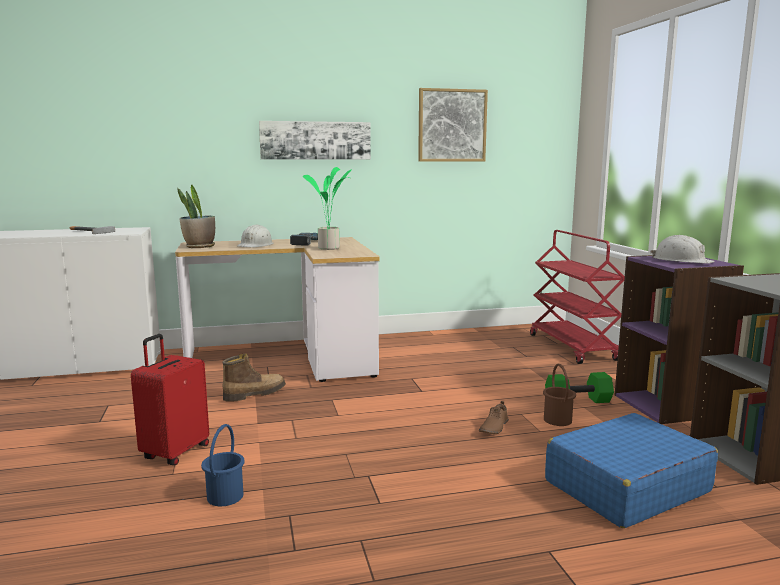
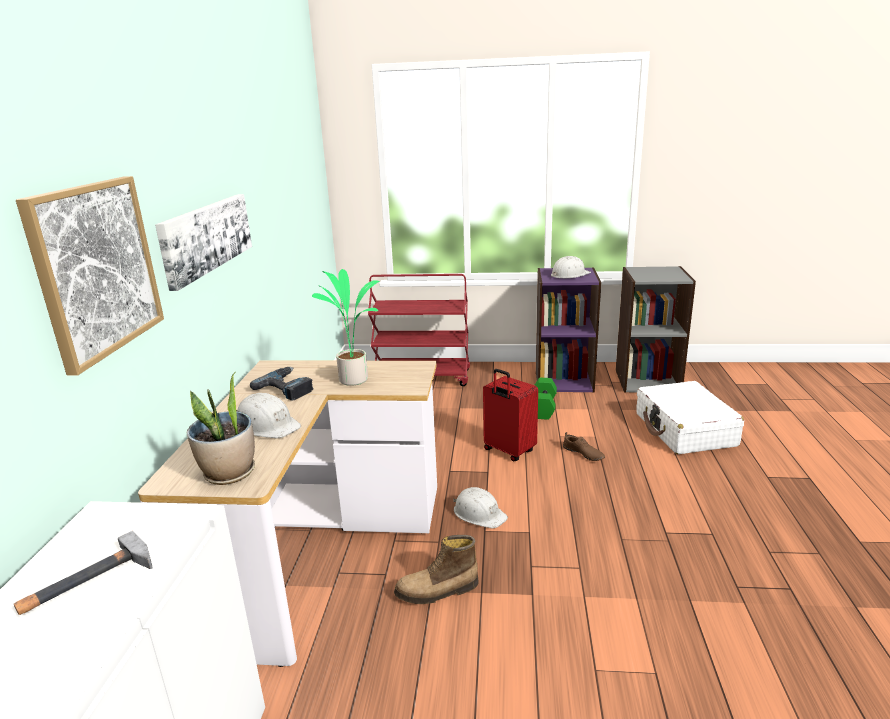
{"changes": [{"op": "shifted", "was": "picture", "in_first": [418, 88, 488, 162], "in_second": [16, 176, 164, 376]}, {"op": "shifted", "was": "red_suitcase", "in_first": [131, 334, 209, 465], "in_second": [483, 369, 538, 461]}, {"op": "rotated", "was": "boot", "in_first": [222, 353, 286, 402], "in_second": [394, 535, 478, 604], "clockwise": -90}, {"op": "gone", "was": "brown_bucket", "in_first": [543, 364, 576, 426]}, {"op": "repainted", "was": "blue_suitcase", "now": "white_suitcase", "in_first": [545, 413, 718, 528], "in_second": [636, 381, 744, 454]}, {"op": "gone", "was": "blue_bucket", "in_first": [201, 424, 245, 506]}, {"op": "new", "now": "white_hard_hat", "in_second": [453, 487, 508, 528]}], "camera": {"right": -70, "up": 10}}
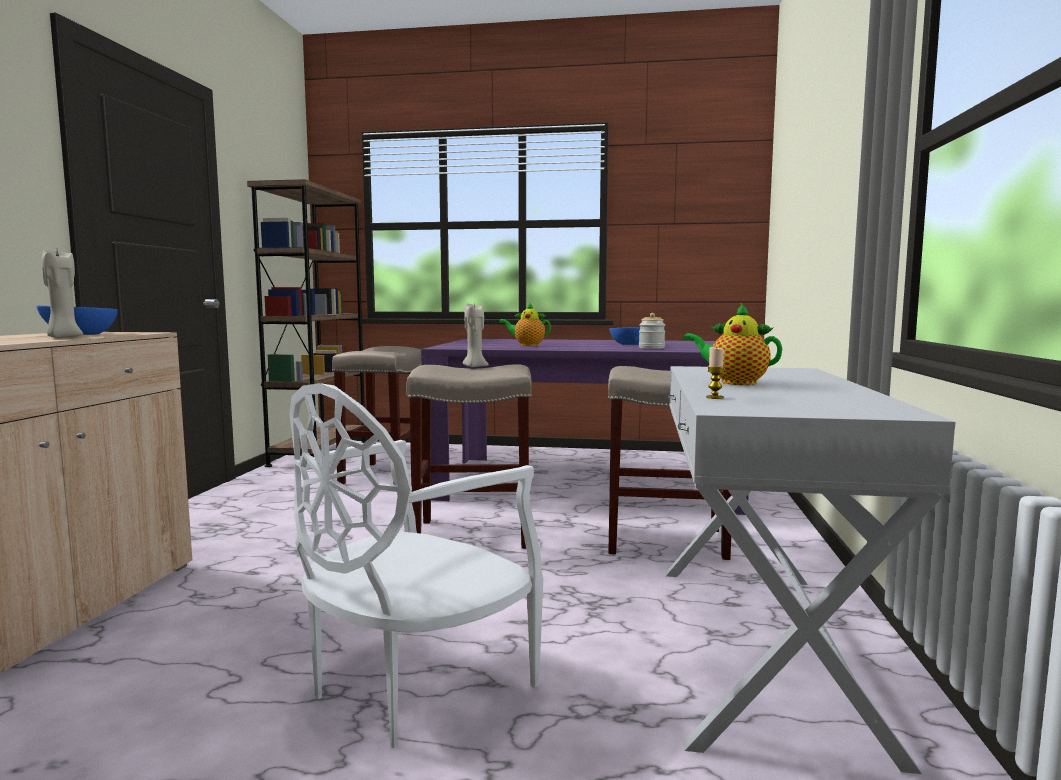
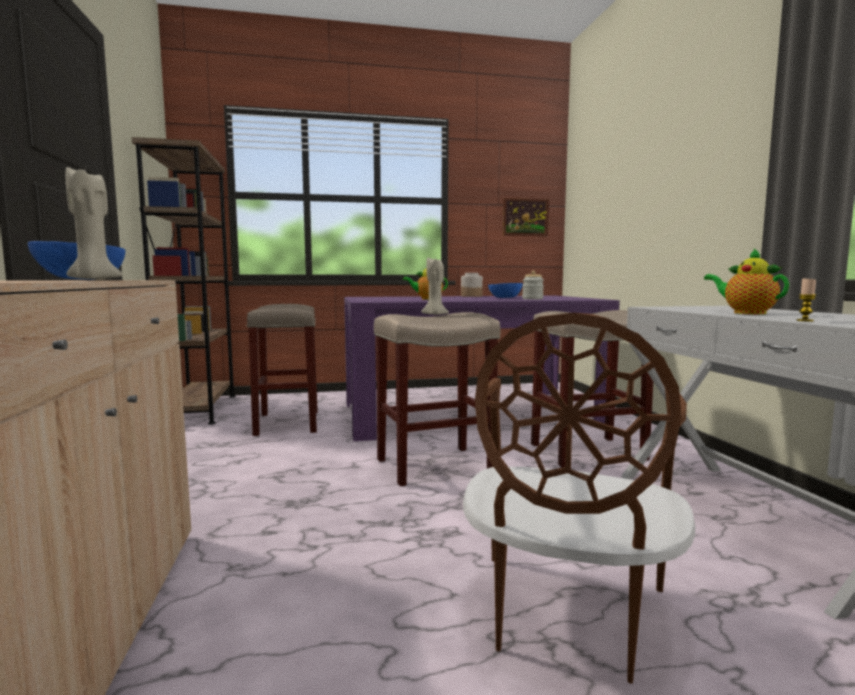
{"changes": [{"op": "rotated", "was": "teapot", "in_first": [683, 303, 782, 385], "in_second": [704, 249, 789, 314], "clockwise": 45}, {"op": "repainted", "was": "white_chair", "now": "brown_chair", "in_first": [289, 383, 543, 748], "in_second": [463, 313, 695, 684]}, {"op": "new", "now": "picture", "in_second": [503, 198, 549, 236]}, {"op": "new", "now": "jar", "in_second": [461, 273, 483, 297]}], "camera": {"right": -20, "up": 0}}
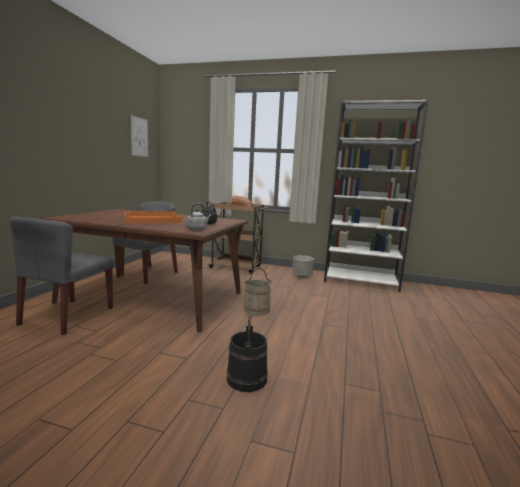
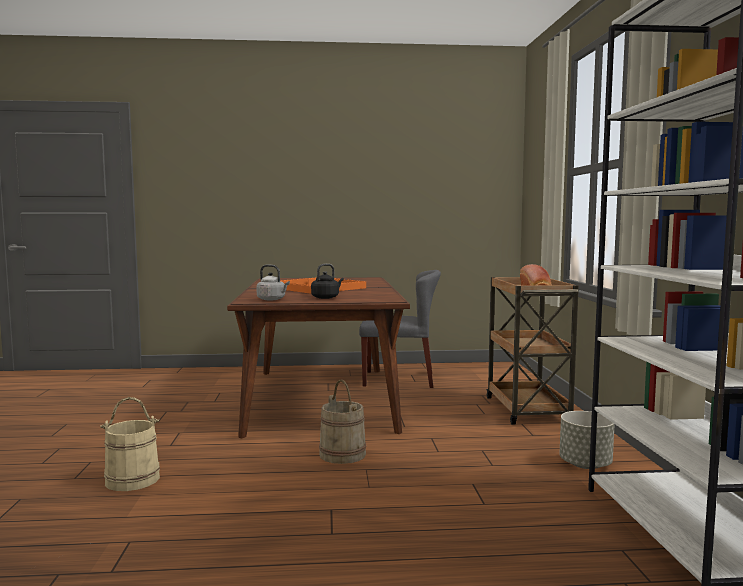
{"changes": [{"op": "gone", "was": "picture", "in_first": [131, 115, 148, 157]}, {"op": "gone", "was": "grey_chair", "in_first": [9, 217, 114, 335]}, {"op": "repainted", "was": "black_bucket", "now": "beige_bucket", "in_first": [227, 316, 268, 392], "in_second": [100, 397, 160, 491]}], "camera": {"right": 70, "up": -5}}
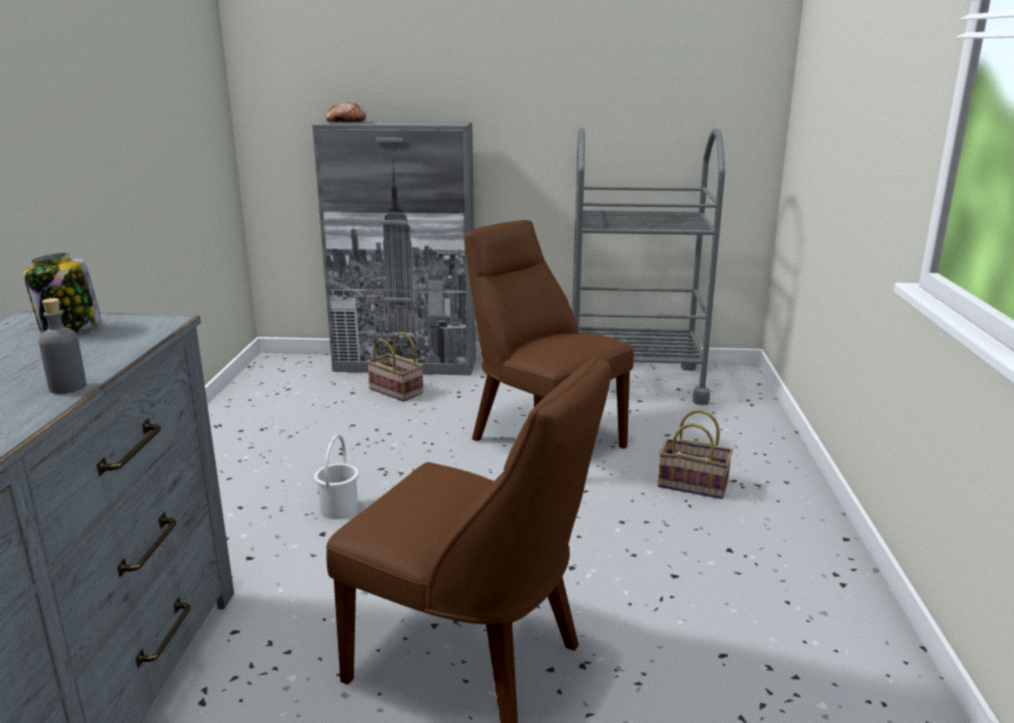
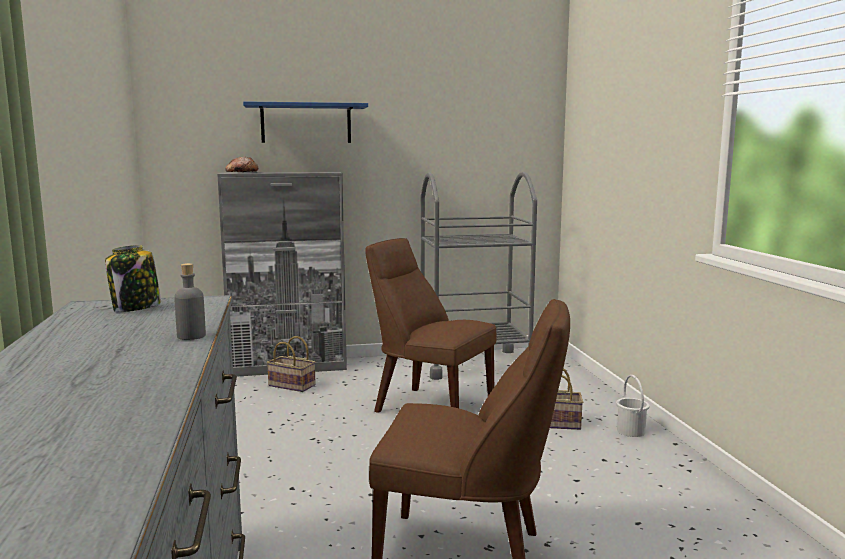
{"changes": [{"op": "shifted", "was": "white_bucket", "in_first": [314, 435, 359, 519], "in_second": [616, 375, 650, 437]}, {"op": "new", "now": "blue_shelf", "in_second": [243, 101, 368, 143]}], "camera": {"right": -15, "up": -10}}
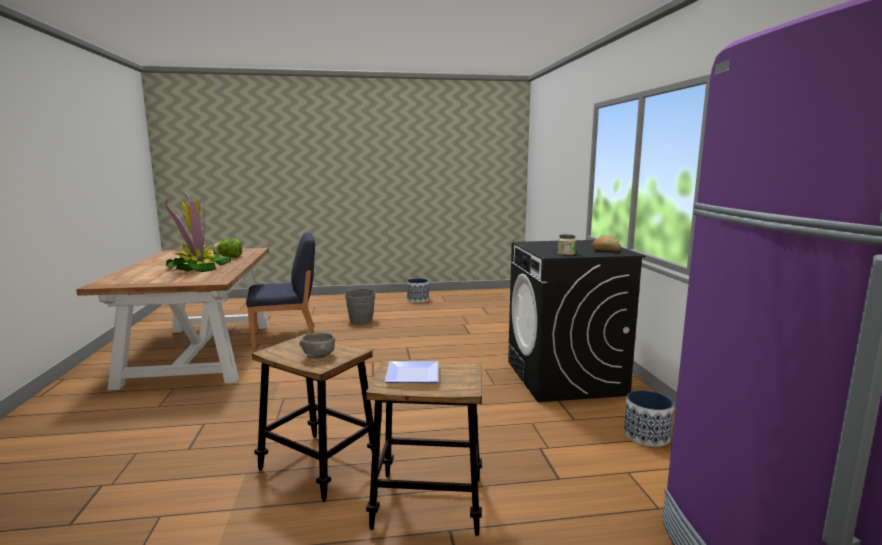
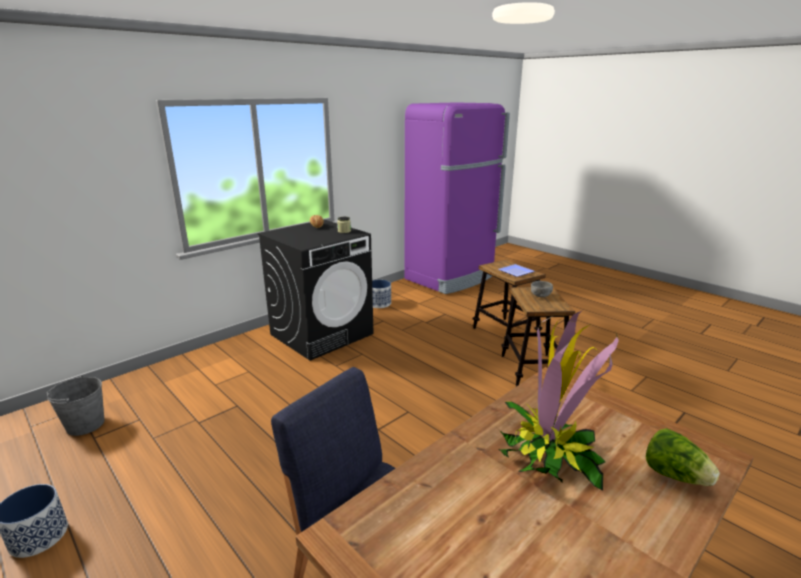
{"changes": [{"op": "shifted", "was": "lettuce", "in_first": [213, 238, 242, 258], "in_second": [646, 428, 720, 486]}, {"op": "shifted", "was": "grey_bucket", "in_first": [345, 289, 376, 324], "in_second": [47, 375, 105, 436]}], "camera": {"right": -125, "up": 10}}
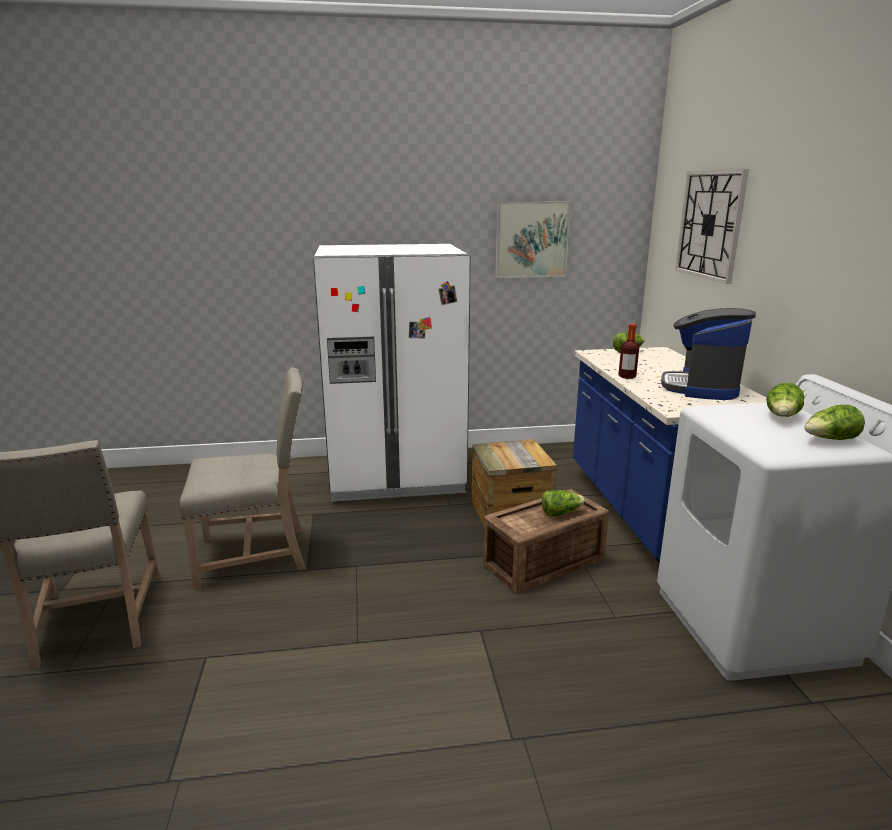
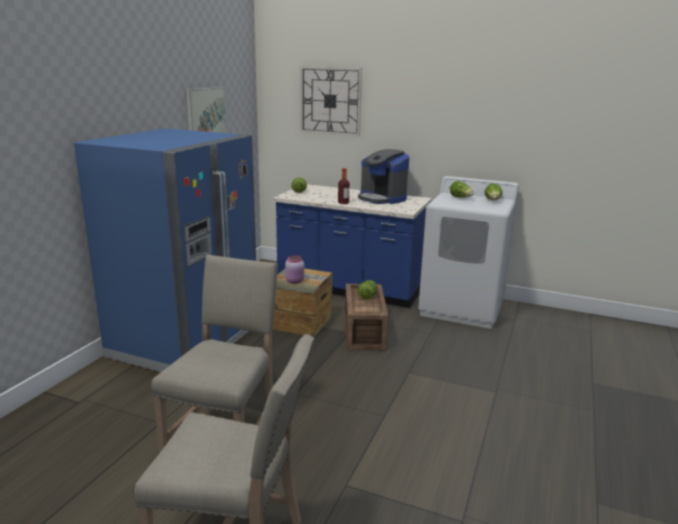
{"changes": [{"op": "repainted", "was": "white_fridge", "now": "blue_fridge", "in_first": [313, 244, 471, 502], "in_second": [74, 128, 256, 372]}, {"op": "new", "now": "pink_jar", "in_second": [285, 255, 304, 284]}], "camera": {"right": -60, "up": 0}}
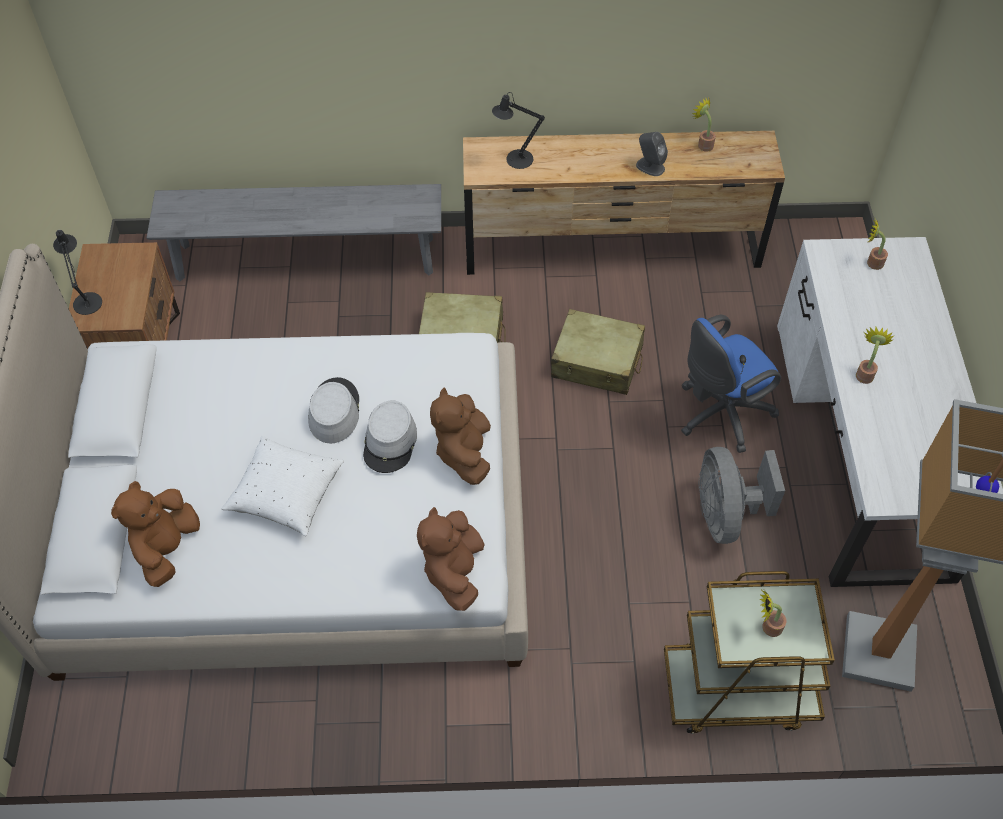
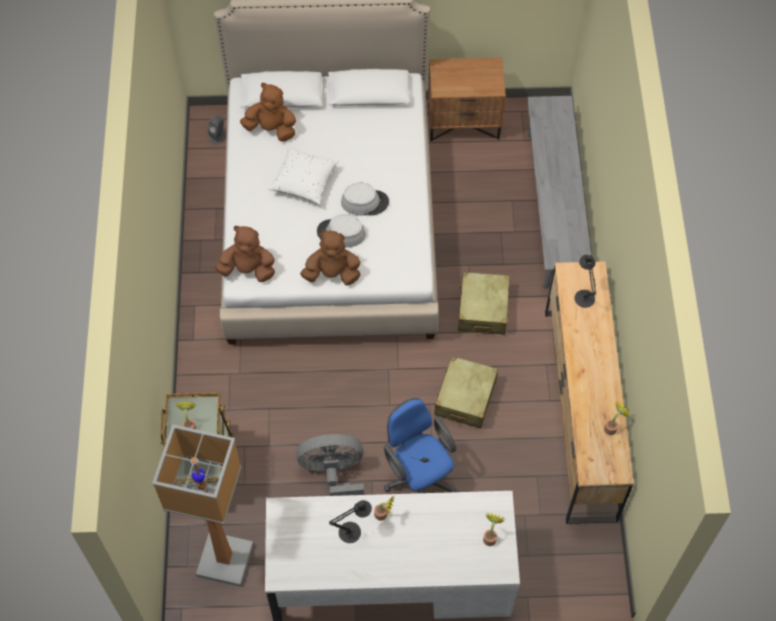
{"changes": [{"op": "shifted", "was": "grey_speaker", "in_first": [636, 132, 668, 176], "in_second": [207, 116, 226, 144]}, {"op": "shifted", "was": "black_table_lamp", "in_first": [53, 230, 102, 315], "in_second": [329, 500, 372, 543]}], "camera": {"right": 90, "up": 5}}
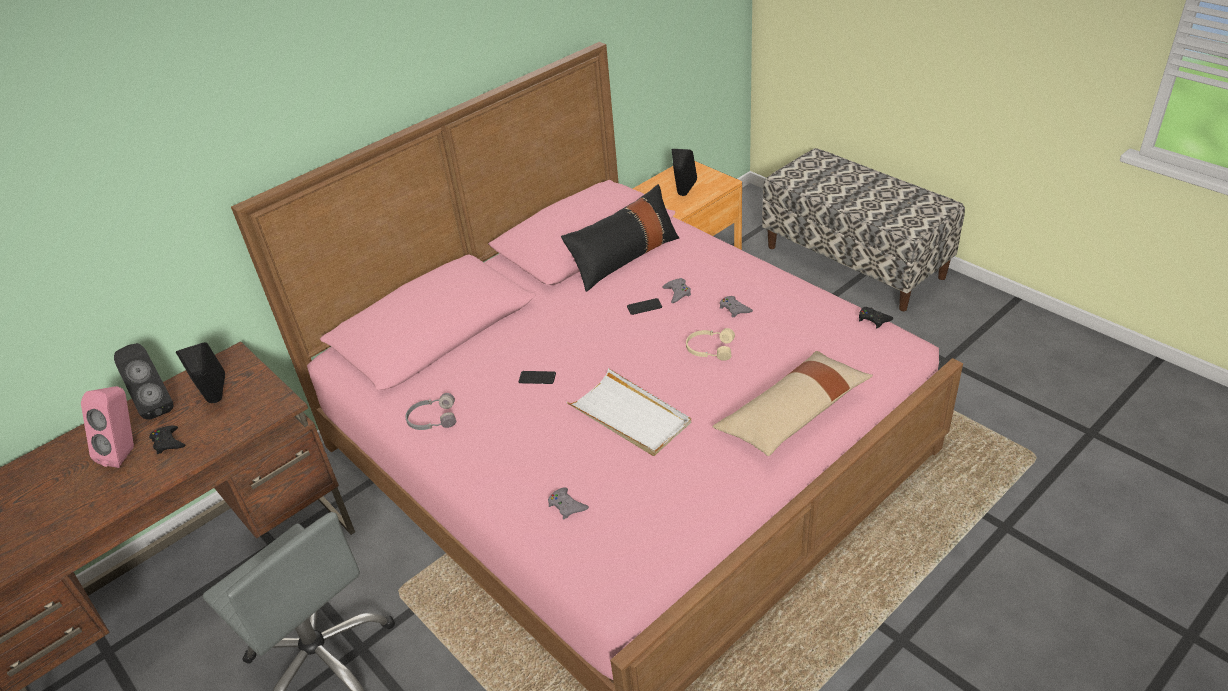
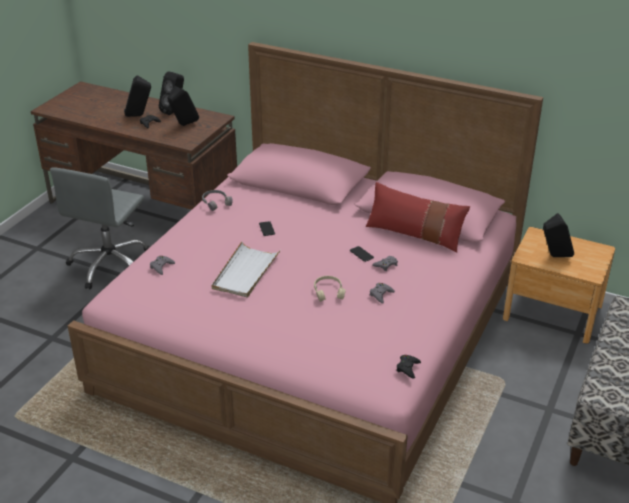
{"changes": [{"op": "repainted", "was": "black_pillow", "now": "red_pillow", "in_first": [561, 184, 679, 292], "in_second": [366, 182, 470, 252]}, {"op": "gone", "was": "beige_pillow", "in_first": [712, 351, 873, 456]}, {"op": "repainted", "was": "pink_speaker", "now": "black_speaker", "in_first": [81, 386, 134, 468], "in_second": [124, 75, 151, 117]}], "camera": {"right": 65, "up": -5}}
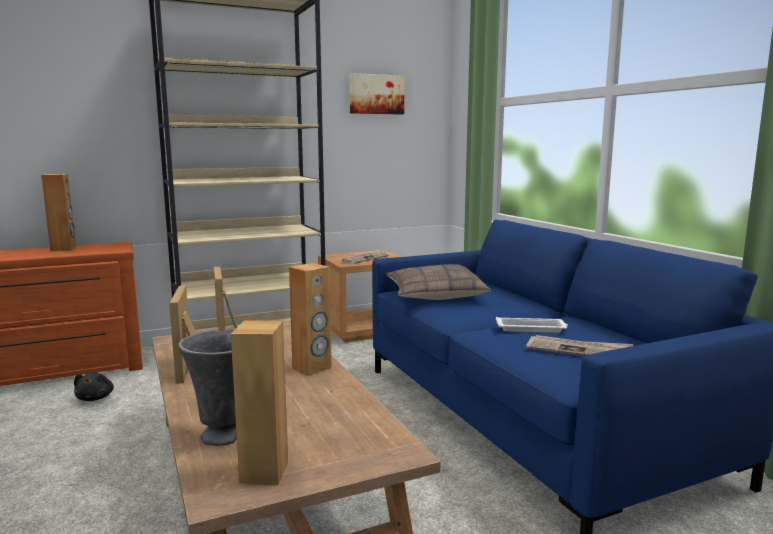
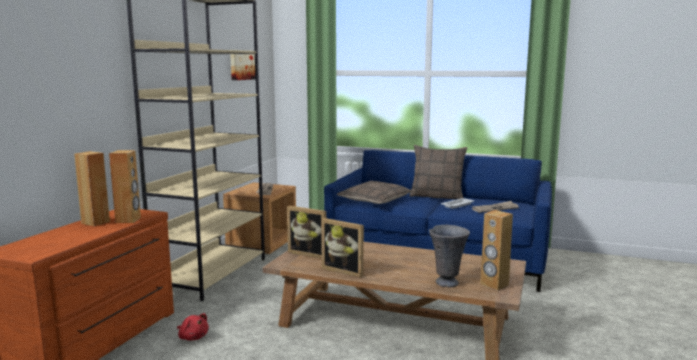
{"changes": [{"op": "shifted", "was": "brown_speaker", "in_first": [289, 263, 332, 376], "in_second": [109, 150, 141, 223]}, {"op": "repainted", "was": "black_plush_toy", "now": "red_plush_toy", "in_first": [74, 372, 114, 401], "in_second": [177, 313, 209, 341]}, {"op": "new", "now": "pillow", "in_second": [409, 145, 467, 199]}], "camera": {"right": -45, "up": 0}}
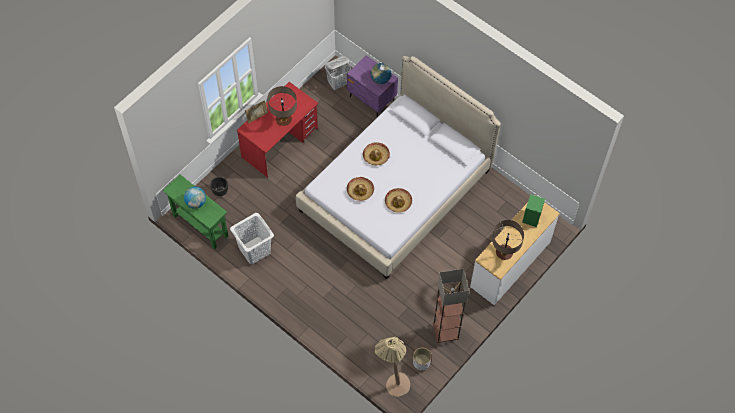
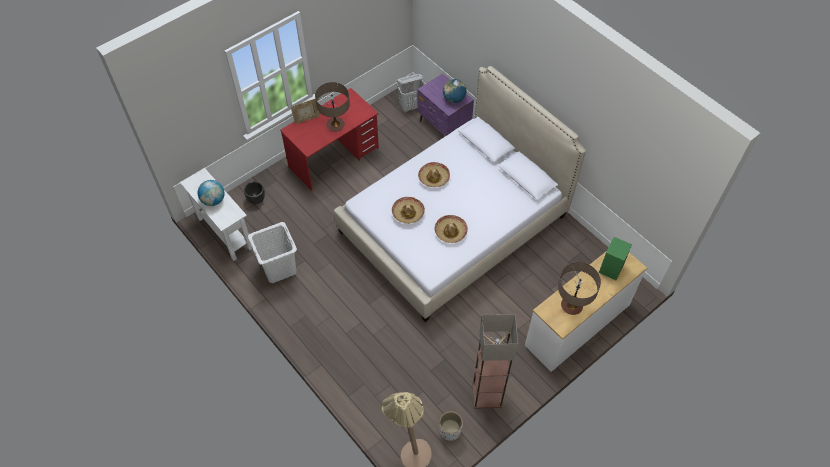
{"changes": [{"op": "repainted", "was": "green_console_table", "now": "white_console_table", "in_first": [162, 175, 228, 250], "in_second": [180, 168, 253, 261]}], "camera": {"right": 10, "up": -5}}
